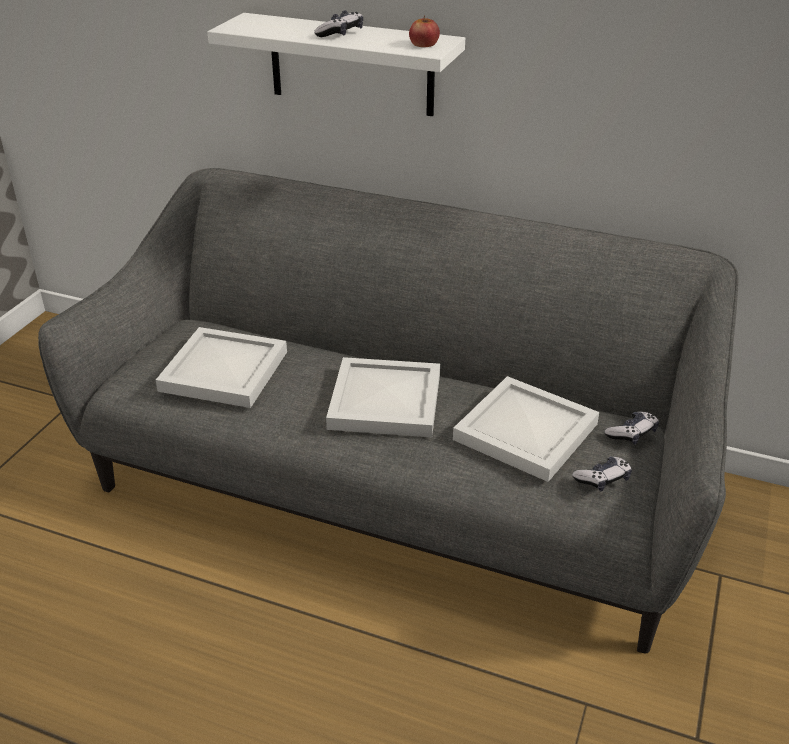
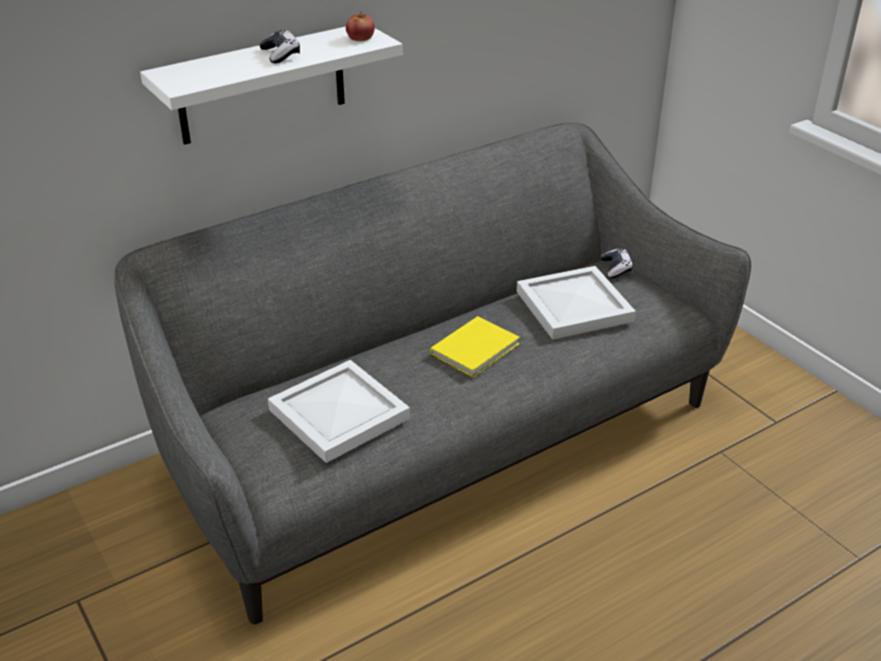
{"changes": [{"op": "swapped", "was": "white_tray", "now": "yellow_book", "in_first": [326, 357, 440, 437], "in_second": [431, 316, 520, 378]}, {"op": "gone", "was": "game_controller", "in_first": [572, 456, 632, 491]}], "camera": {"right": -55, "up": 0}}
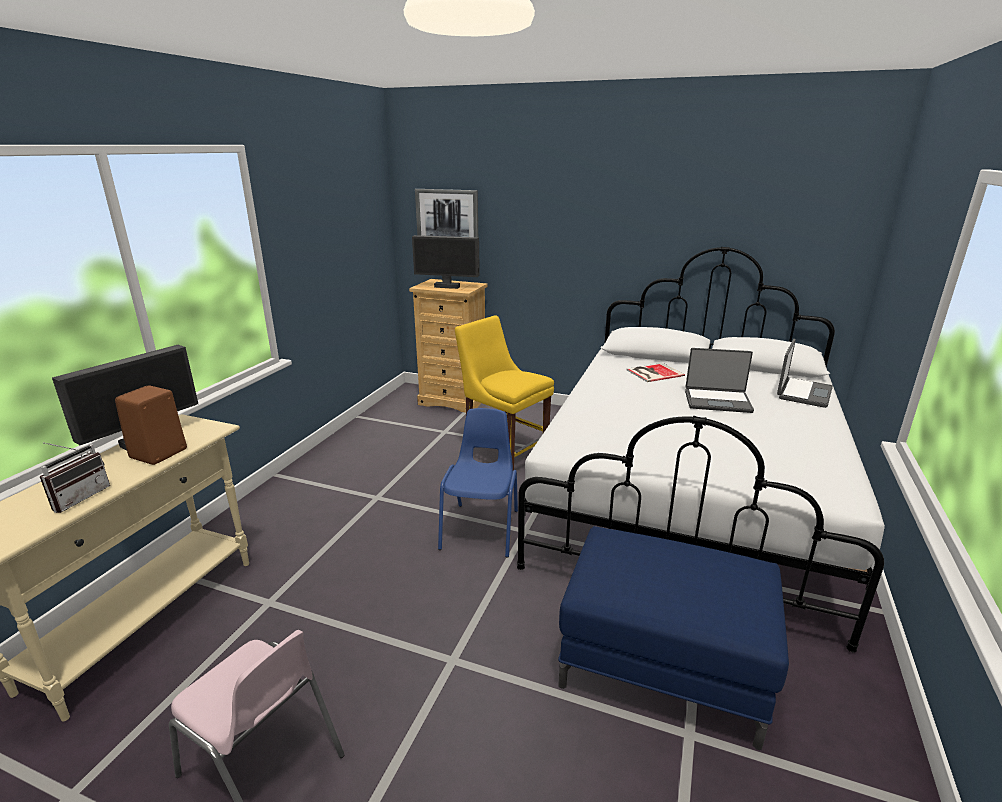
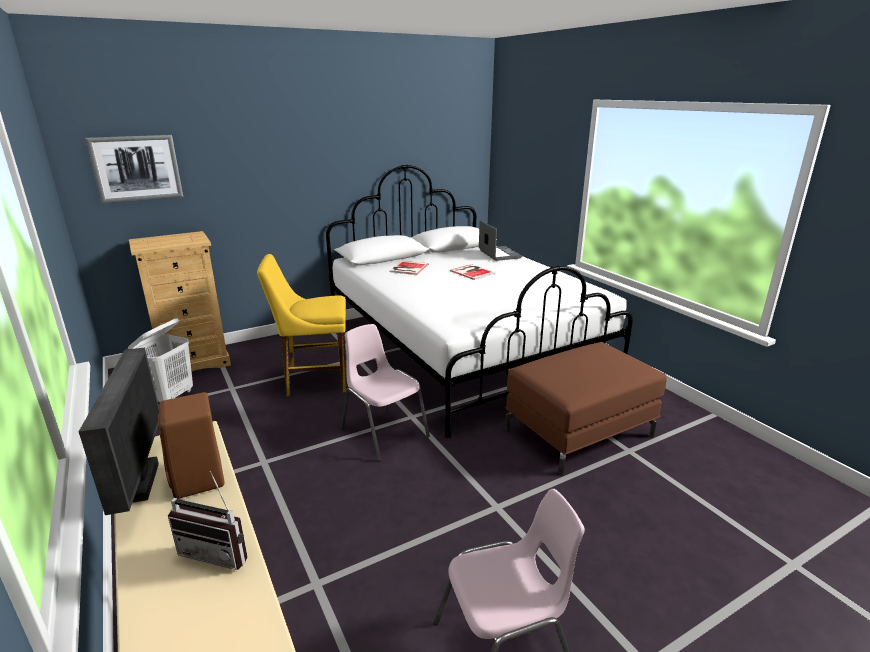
{"changes": [{"op": "gone", "was": "monitor", "in_first": [412, 235, 480, 289]}, {"op": "swapped", "was": "laptop", "now": "book", "in_first": [685, 348, 754, 413], "in_second": [450, 264, 496, 280]}, {"op": "repainted", "was": "blue_chair", "now": "pink_chair", "in_first": [438, 408, 518, 558], "in_second": [341, 324, 430, 462]}, {"op": "rotated", "was": "radio", "in_first": [40, 442, 110, 513], "in_second": [168, 471, 247, 570], "clockwise": 135}, {"op": "repainted", "was": "blue_ottoman", "now": "brown_ottoman", "in_first": [558, 526, 789, 750], "in_second": [505, 342, 667, 475]}, {"op": "new", "now": "white_laundry_basket", "in_second": [128, 318, 193, 402]}], "camera": {"right": -50, "up": 0}}
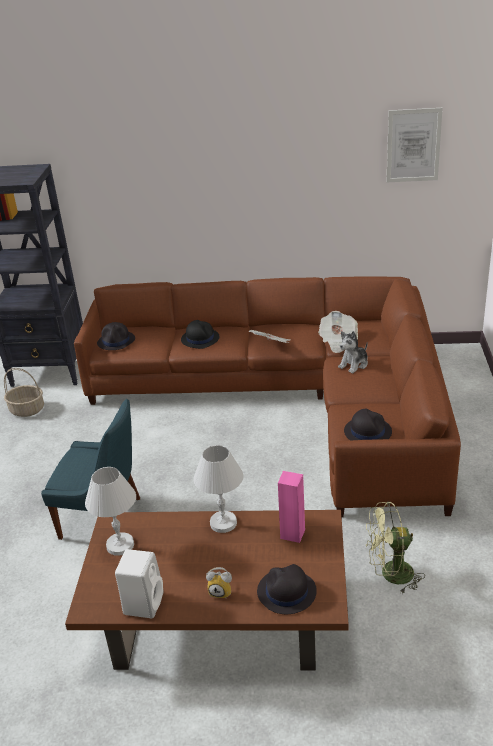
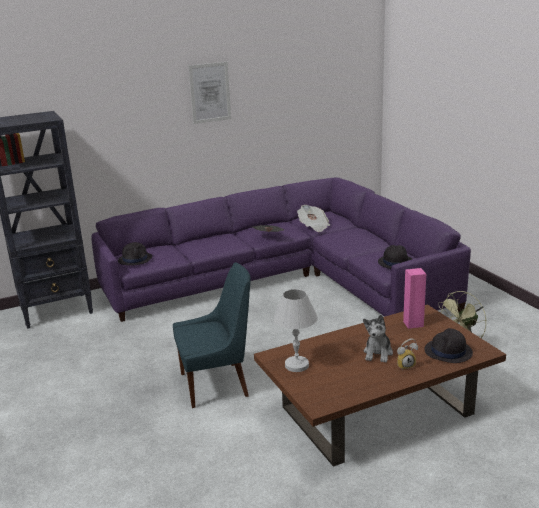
{"changes": [{"op": "shifted", "was": "picture", "in_first": [387, 108, 443, 182], "in_second": [188, 62, 231, 124]}, {"op": "repainted", "was": "brown_sofa", "now": "purple_sofa", "in_first": [74, 276, 461, 517], "in_second": [91, 177, 471, 322]}, {"op": "gone", "was": "black_hat", "in_first": [181, 320, 220, 349]}, {"op": "shifted", "was": "plush_toy", "in_first": [338, 331, 368, 373], "in_second": [363, 315, 393, 363]}, {"op": "gone", "was": "basket", "in_first": [4, 368, 44, 417]}, {"op": "gone", "was": "white_table_lamp", "in_first": [194, 445, 243, 533]}, {"op": "gone", "was": "white_speaker", "in_first": [115, 549, 164, 618]}], "camera": {"right": -30, "up": -10}}
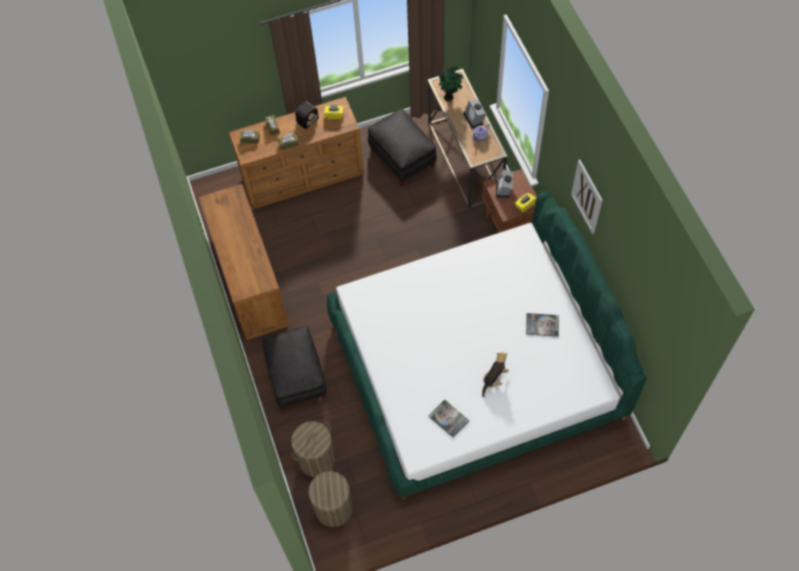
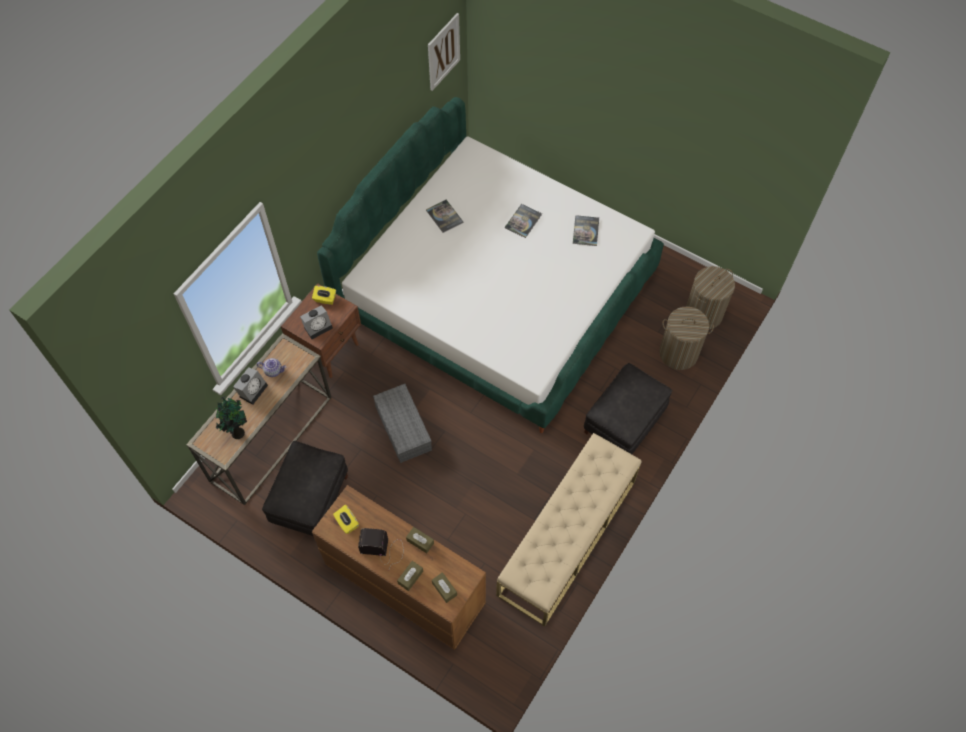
{"changes": [{"op": "shifted", "was": "picture", "in_first": [571, 160, 602, 234], "in_second": [428, 13, 460, 91]}, {"op": "swapped", "was": "brown_dresser", "now": "beige_bench", "in_first": [199, 184, 289, 340], "in_second": [496, 433, 642, 627]}, {"op": "swapped", "was": "plush_toy", "now": "book", "in_first": [482, 352, 509, 397], "in_second": [505, 204, 542, 238]}, {"op": "new", "now": "grey_storage_box", "in_second": [373, 384, 432, 463]}], "camera": {"right": -130, "up": 0}}
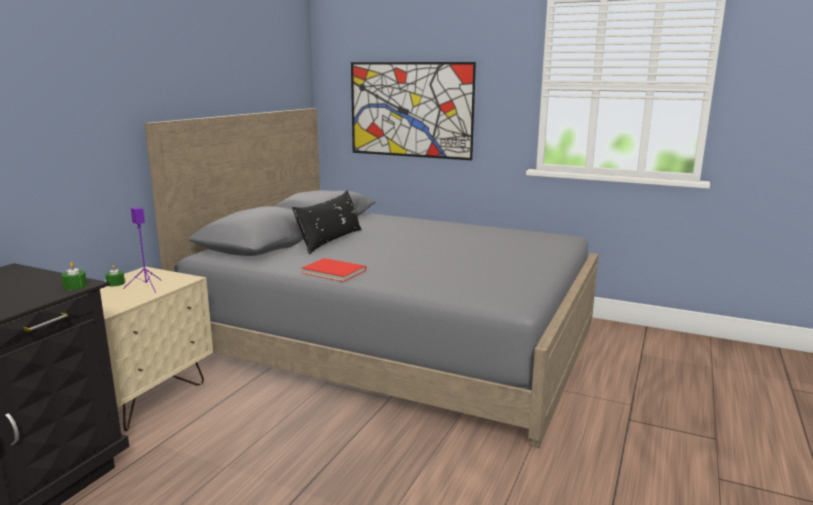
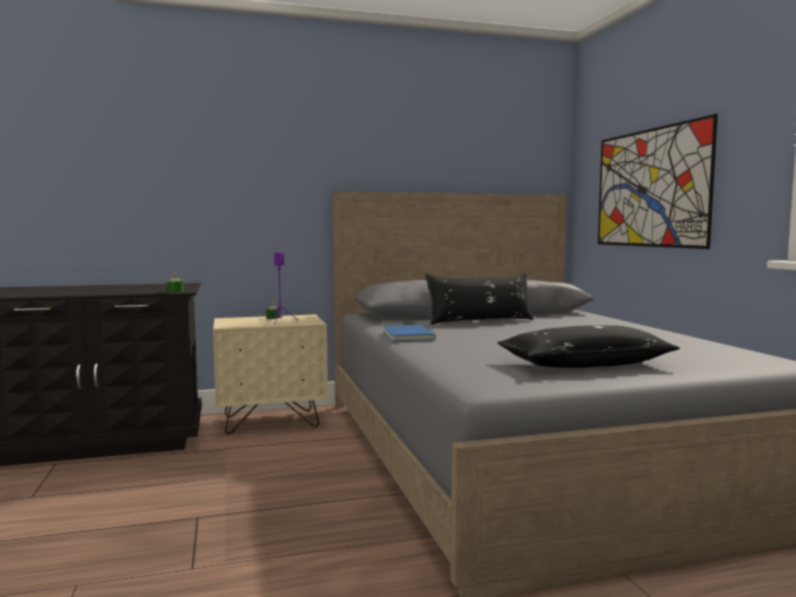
{"changes": [{"op": "repainted", "was": "red_book", "now": "blue_book", "in_first": [302, 258, 366, 282], "in_second": [383, 325, 435, 342]}, {"op": "new", "now": "black_pillow", "in_second": [497, 325, 680, 368]}], "camera": {"right": 50, "up": -10}}
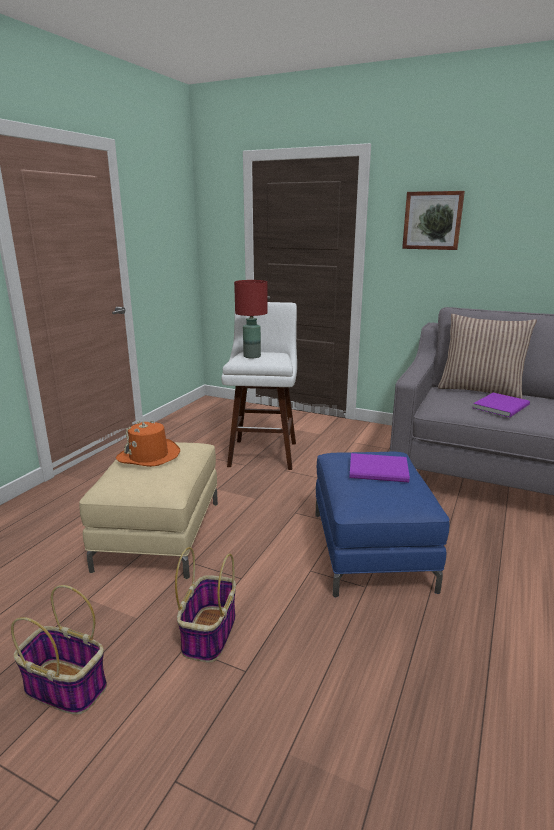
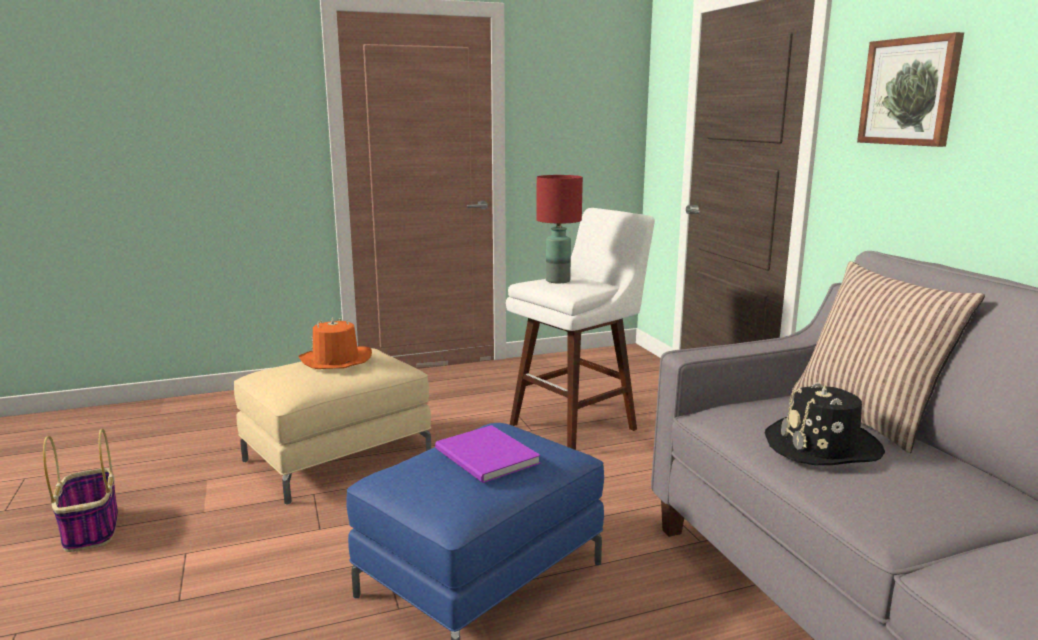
{"changes": [{"op": "swapped", "was": "purple_book", "now": "black_hat", "in_first": [473, 392, 530, 417], "in_second": [765, 382, 885, 465]}, {"op": "gone", "was": "basket", "in_first": [175, 547, 236, 662]}], "camera": {"right": 45, "up": -5}}
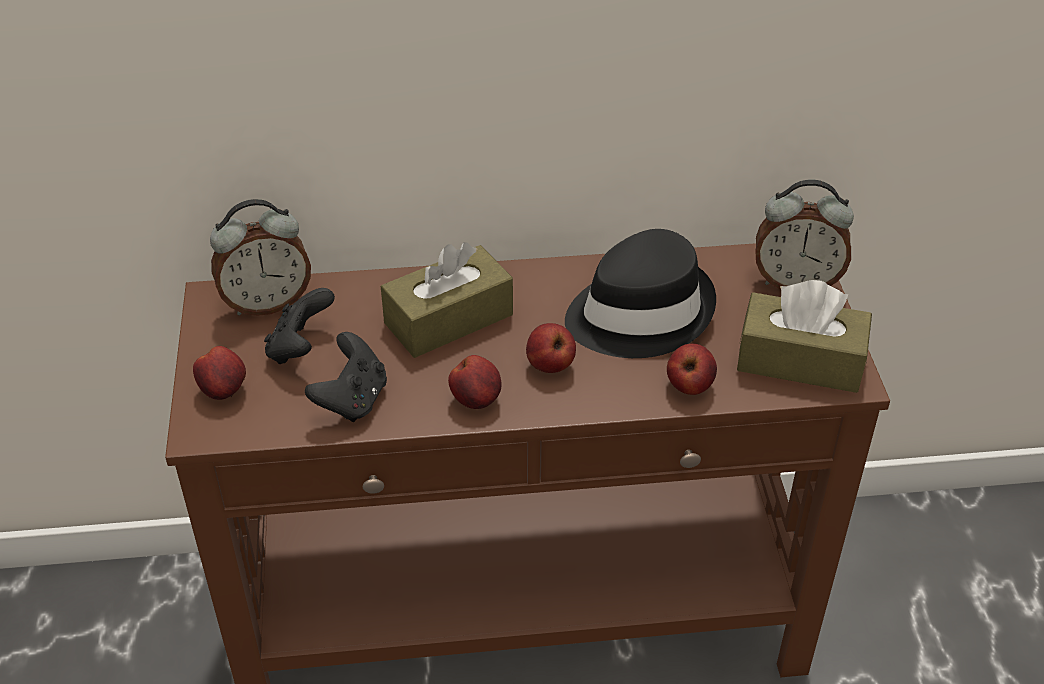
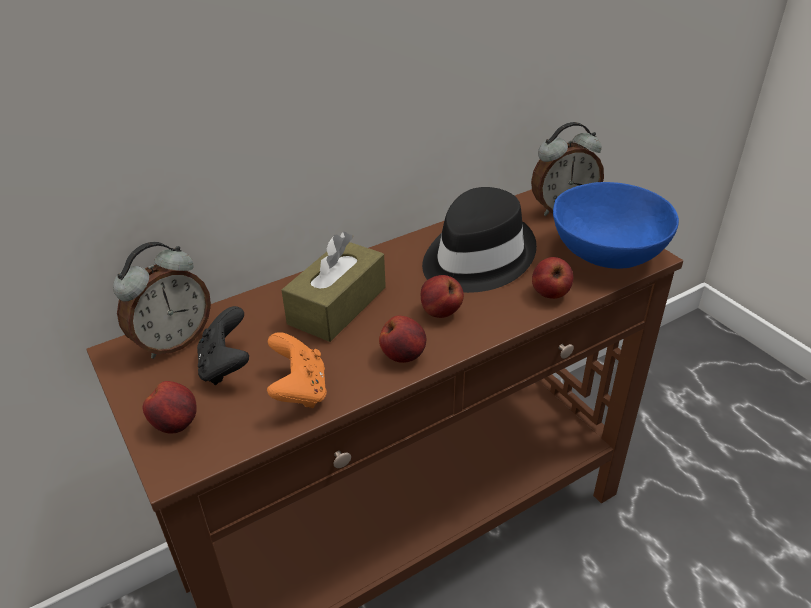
{"changes": [{"op": "swapped", "was": "brown_tissue_box", "now": "blue_bowl", "in_first": [737, 280, 872, 393], "in_second": [553, 182, 679, 269]}, {"op": "repainted", "was": "black_game_controller", "now": "orange_game_controller", "in_first": [305, 332, 387, 422], "in_second": [267, 332, 327, 408]}], "camera": {"right": -25, "up": -5}}
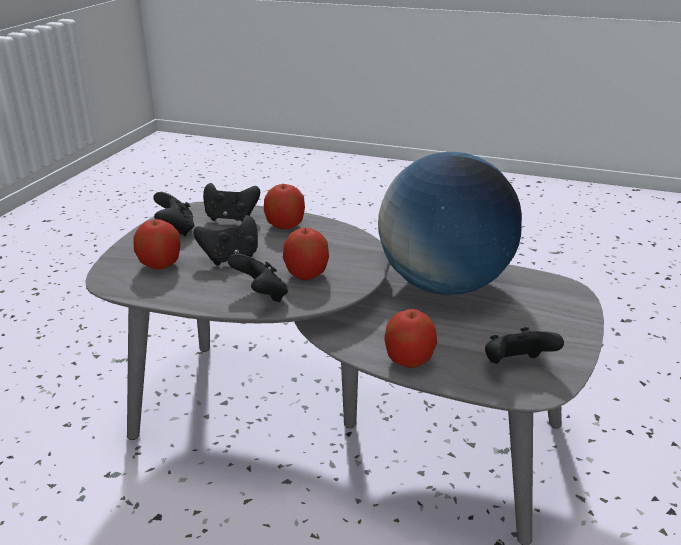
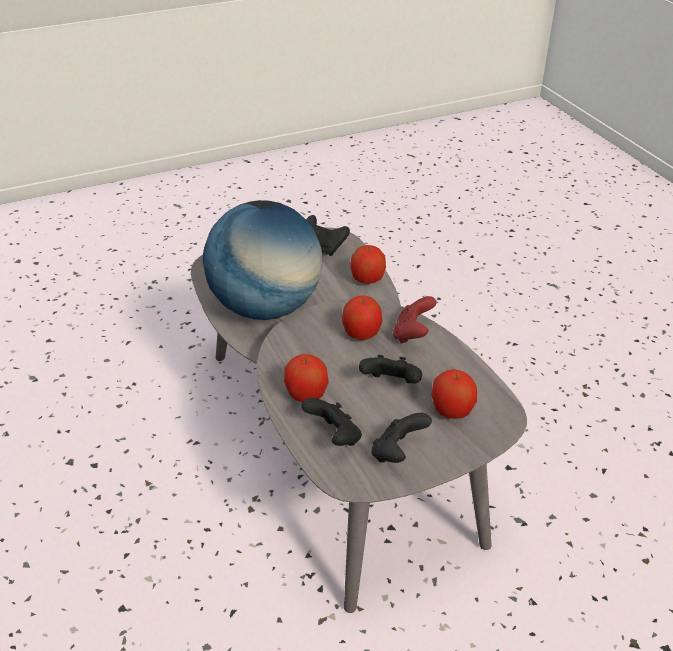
{"changes": [{"op": "repainted", "was": "black_game_controller", "now": "red_game_controller", "in_first": [228, 253, 288, 302], "in_second": [393, 296, 437, 344]}], "camera": {"right": -135, "up": 10}}
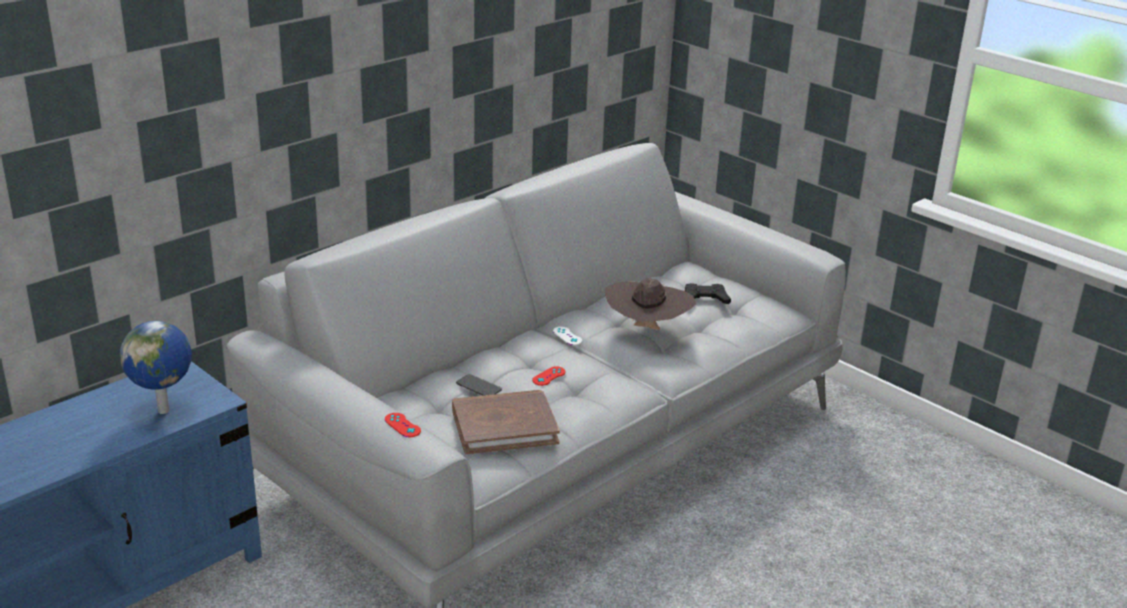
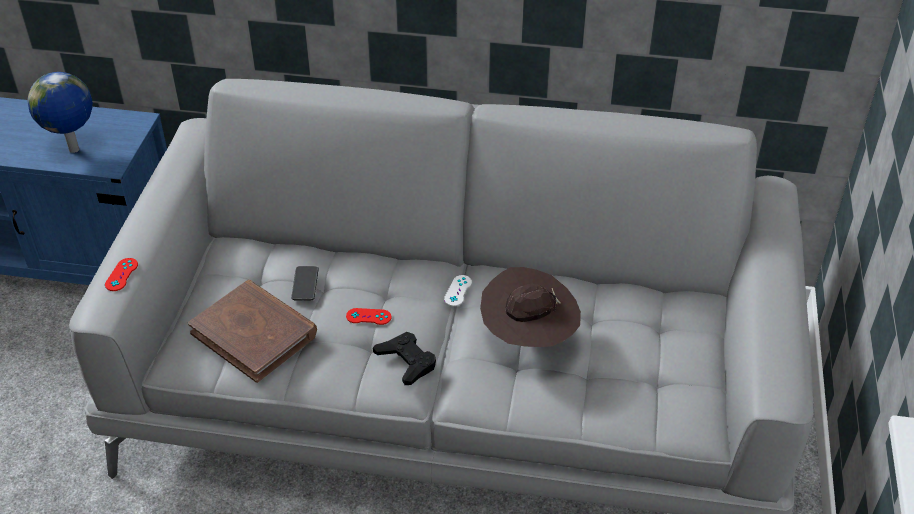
{"changes": [{"op": "shifted", "was": "black_game_controller", "in_first": [685, 283, 731, 304], "in_second": [373, 332, 436, 385]}], "camera": {"right": 55, "up": 15}}
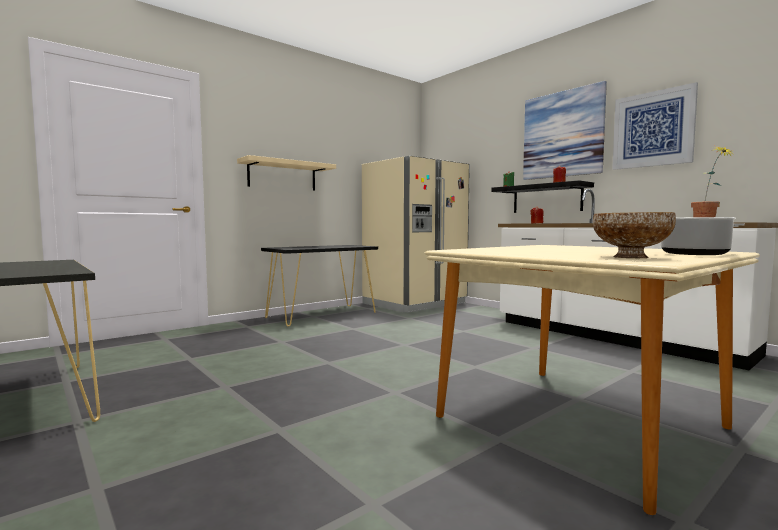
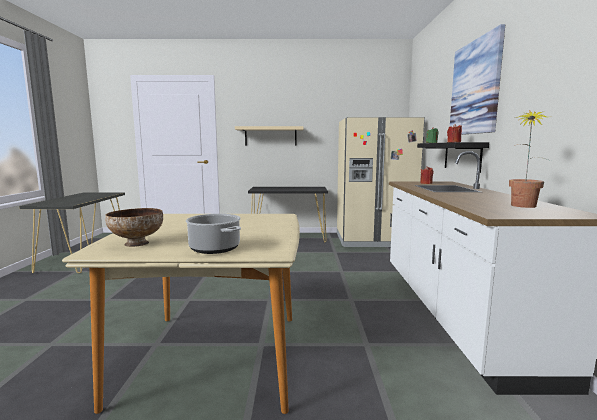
{"changes": [{"op": "gone", "was": "picture", "in_first": [612, 82, 698, 170]}], "camera": {"right": 40, "up": 5}}
